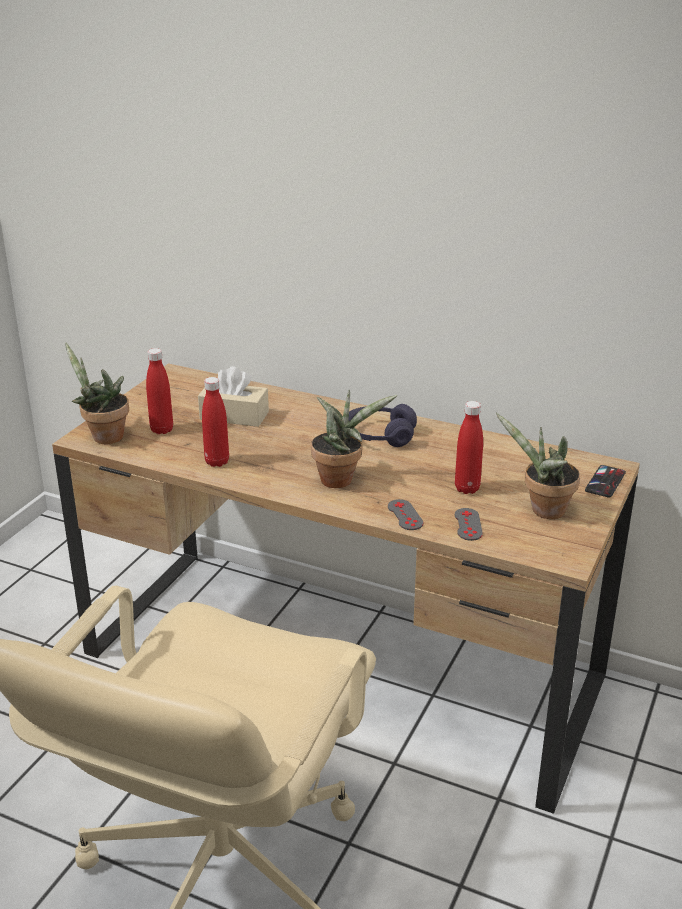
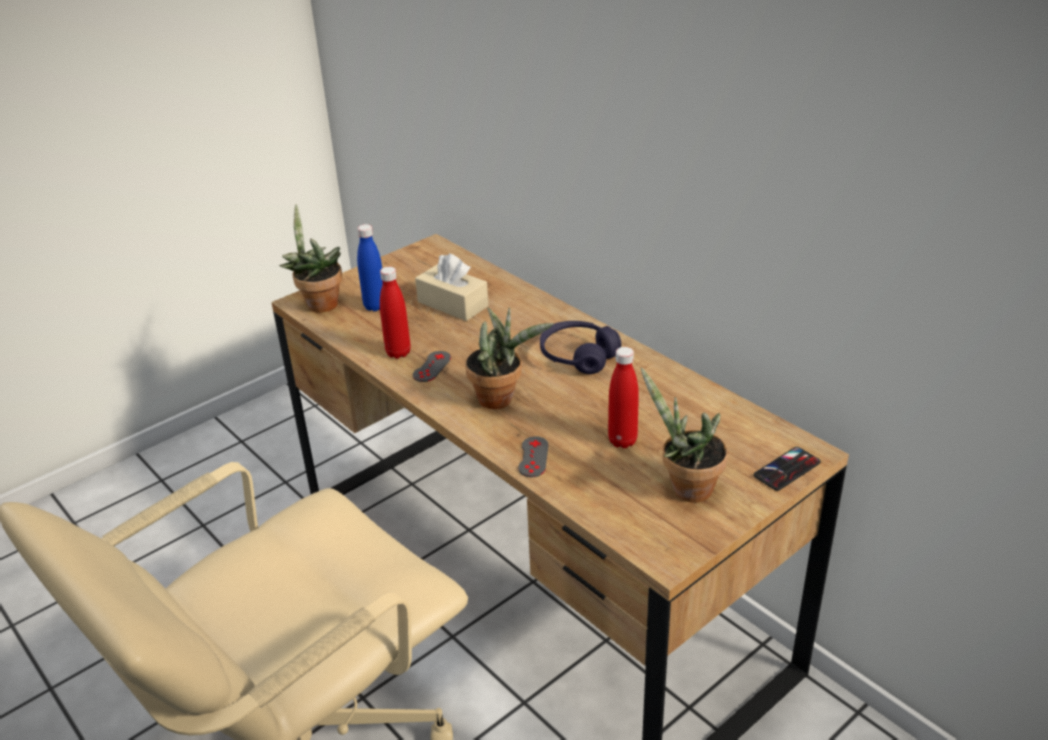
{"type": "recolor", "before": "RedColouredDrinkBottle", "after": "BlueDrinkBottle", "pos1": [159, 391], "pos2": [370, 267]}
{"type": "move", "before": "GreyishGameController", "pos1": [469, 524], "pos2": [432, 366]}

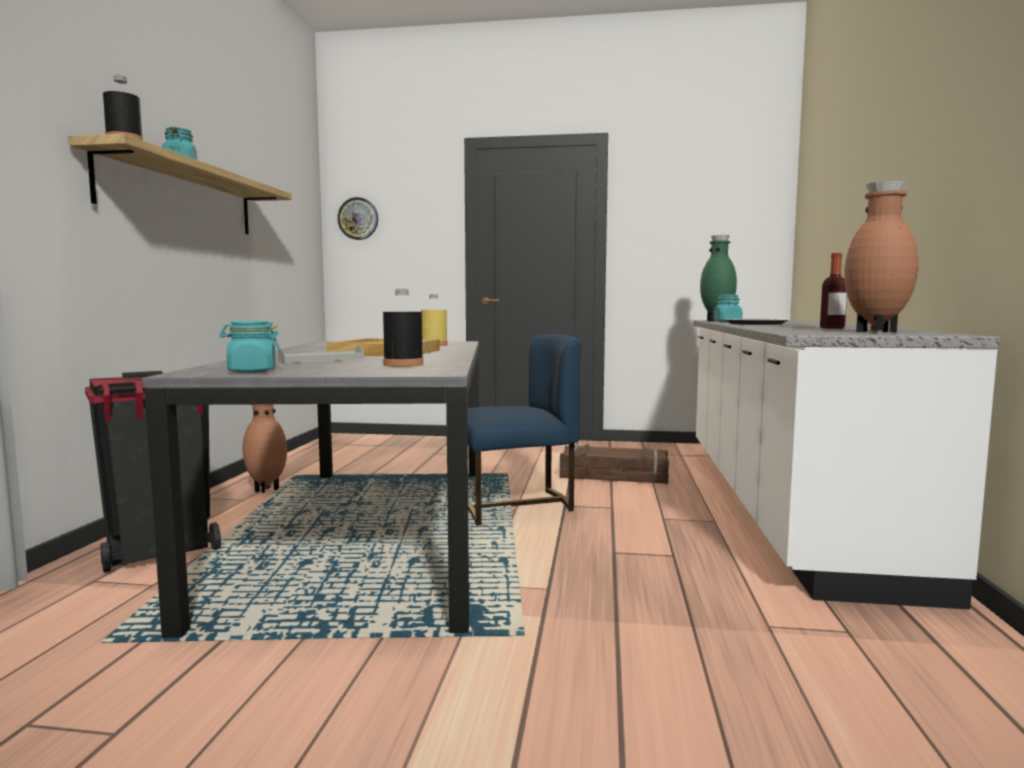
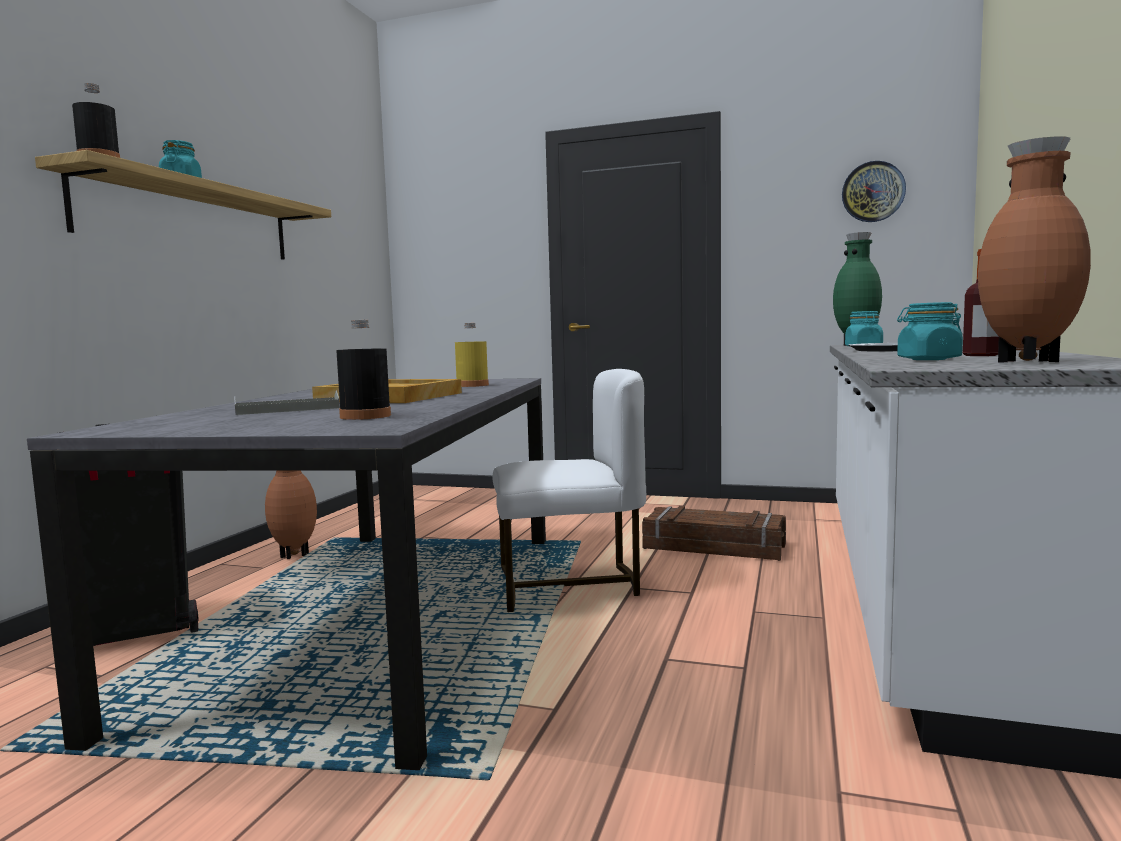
{"type": "recolor", "before": "BluePlainChair", "after": "WhitePlainChair", "pos1": [524, 430], "pos2": [569, 490]}
{"type": "move", "before": "HangingClock", "pos1": [357, 218], "pos2": [874, 191]}
{"type": "move", "before": "BlueGreenJar", "pos1": [250, 347], "pos2": [930, 331]}

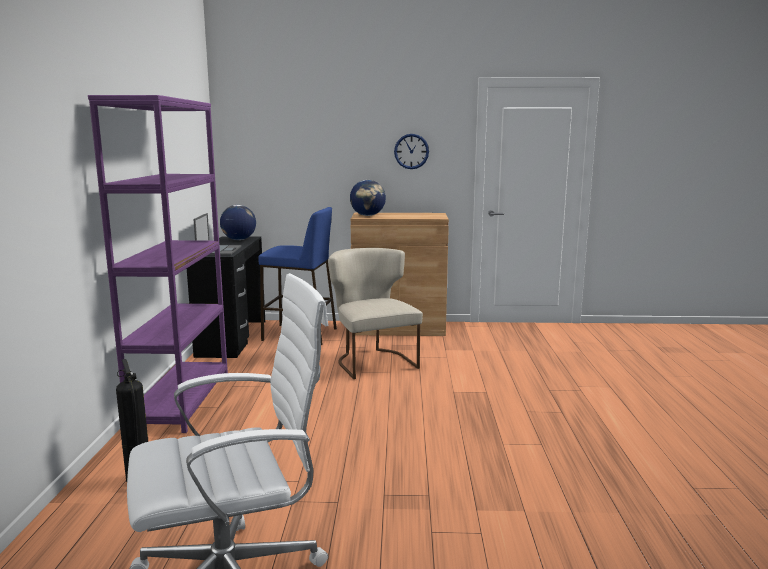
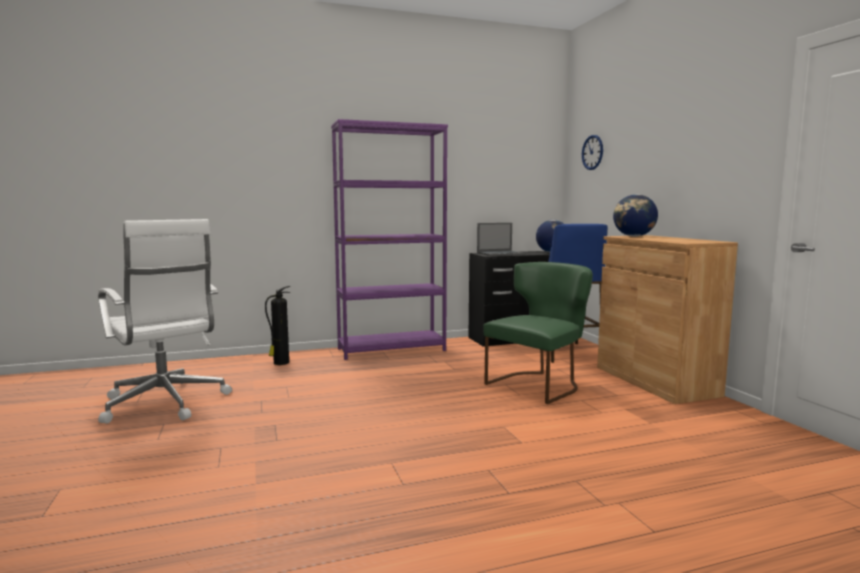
{"type": "recolor", "before": "BeigePlainChair", "after": "GreenishPlainChair", "pos1": [375, 313], "pos2": [538, 333]}
{"type": "move", "before": "HangingClock", "pos1": [411, 151], "pos2": [592, 152]}

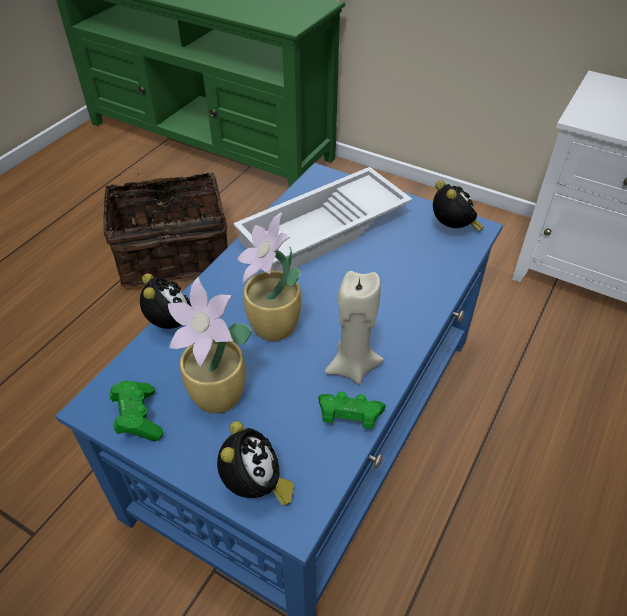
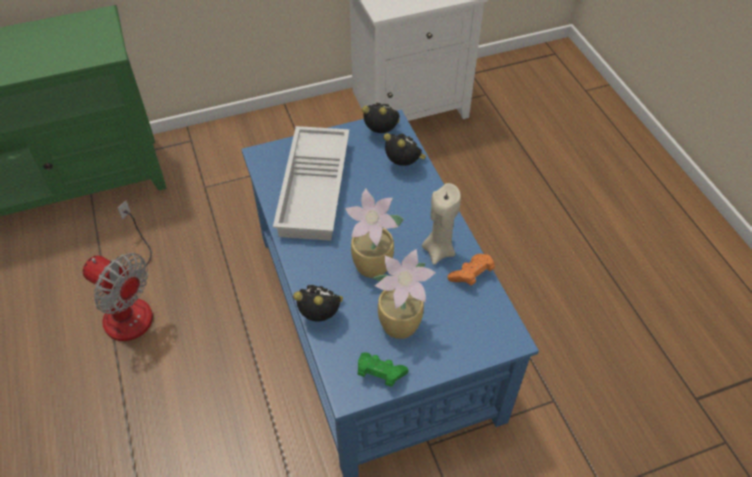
{"type": "replace", "before": "StorageBasket", "after": "ElectricFan", "pos1": [165, 230], "pos2": [118, 270]}
{"type": "move", "before": "TableClock", "pos1": [255, 463], "pos2": [404, 149]}
{"type": "recolor", "before": "GreenishGameController", "after": "OrangeGameController", "pos1": [352, 410], "pos2": [471, 270]}

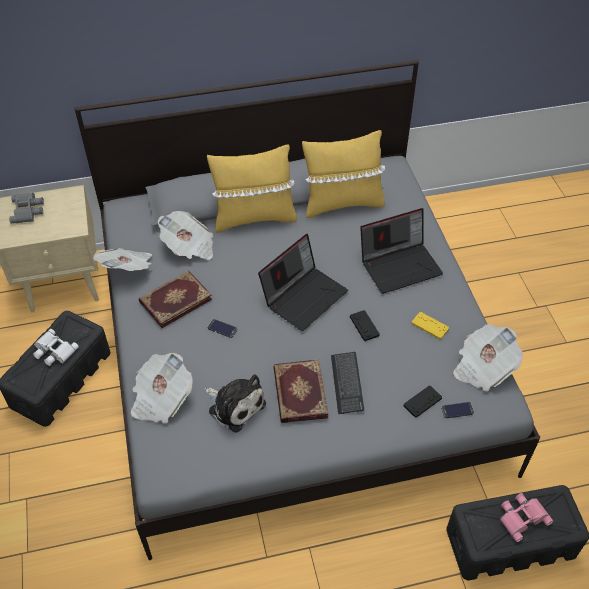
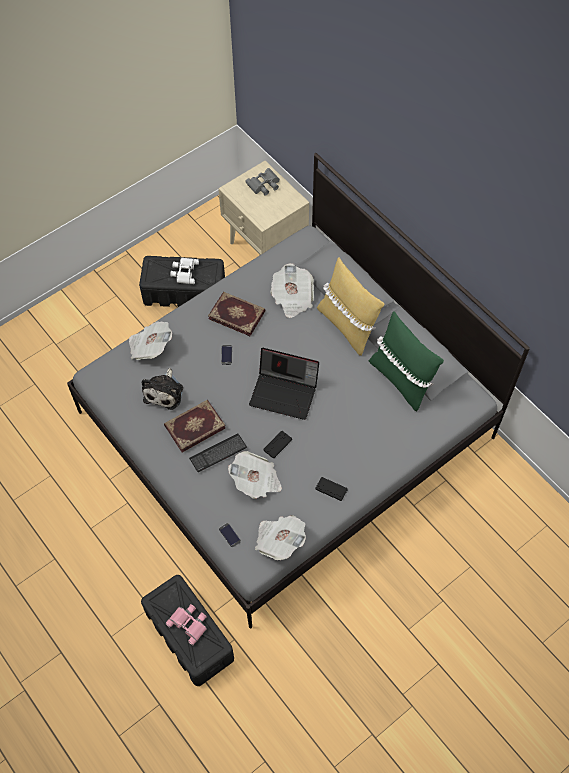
{"type": "move", "before": "DailyPaper", "pos1": [122, 259], "pos2": [255, 475]}
{"type": "move", "before": "BlackGameController", "pos1": [423, 402], "pos2": [331, 489]}
{"type": "recolor", "before": "YellowColouredCushion", "after": "GreenishCushion", "pos1": [343, 174], "pos2": [406, 361]}
{"type": "delete", "before": "PortableComputer", "pos1": [401, 251]}
{"type": "delete", "before": "YellowColouredGameController", "pos1": [430, 325]}

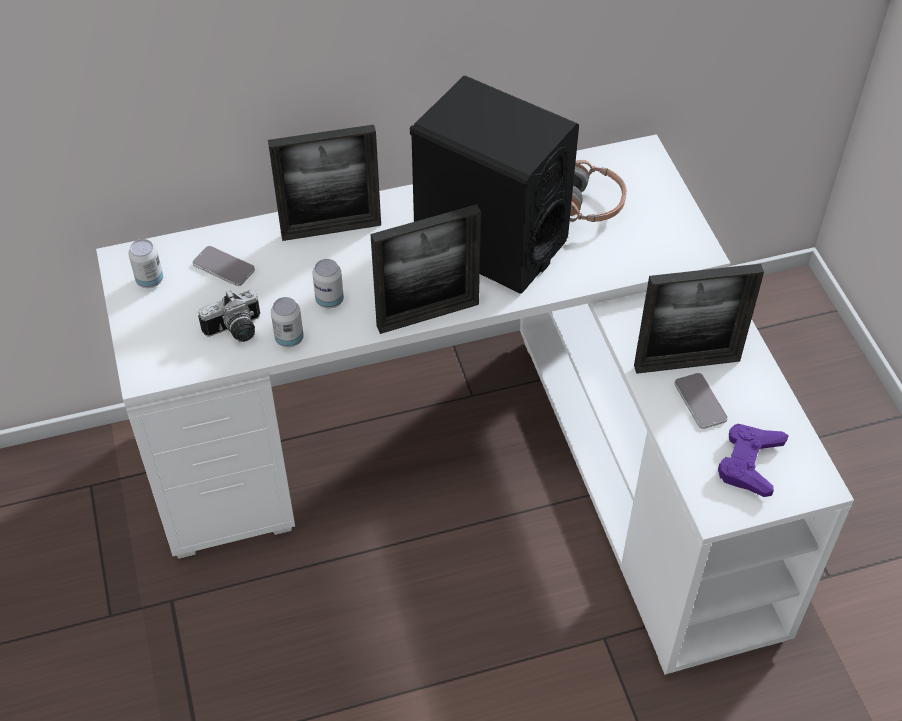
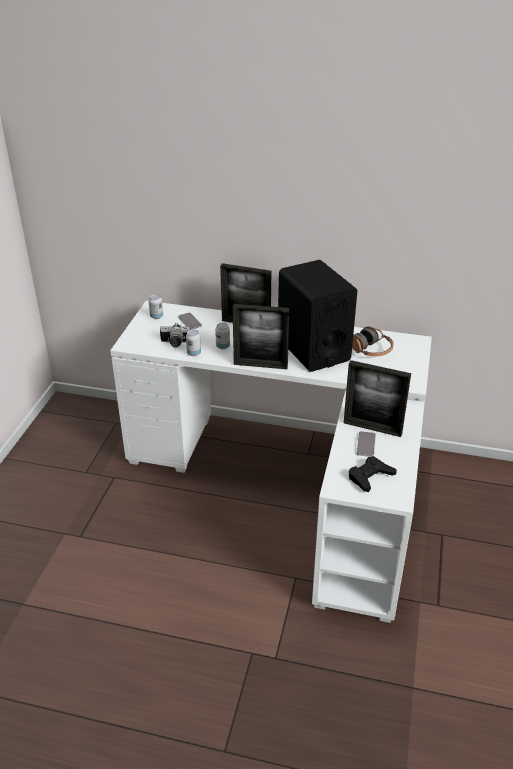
{"type": "recolor", "before": "PurplishGameController", "after": "BlackGameController", "pos1": [753, 460], "pos2": [373, 474]}

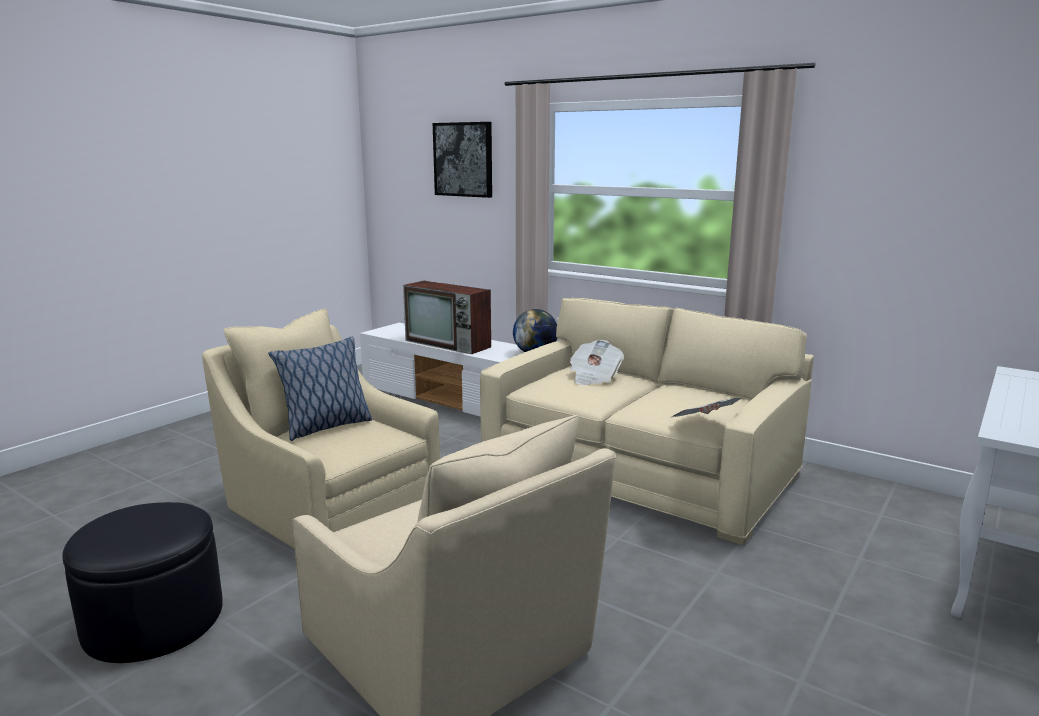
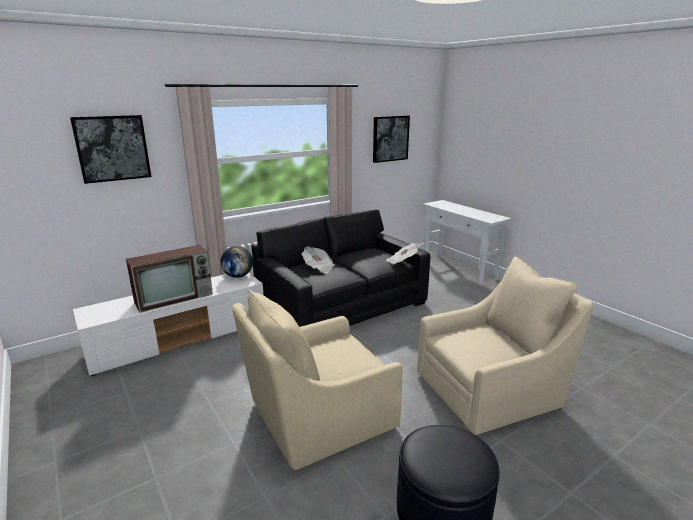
{"type": "recolor", "before": "BeigeSofa", "after": "BlackSofa", "pos1": [647, 421], "pos2": [341, 268]}
{"type": "insert", "after": "Picture", "pos2": [391, 139]}
{"type": "delete", "before": "Cushion", "pos1": [320, 388]}

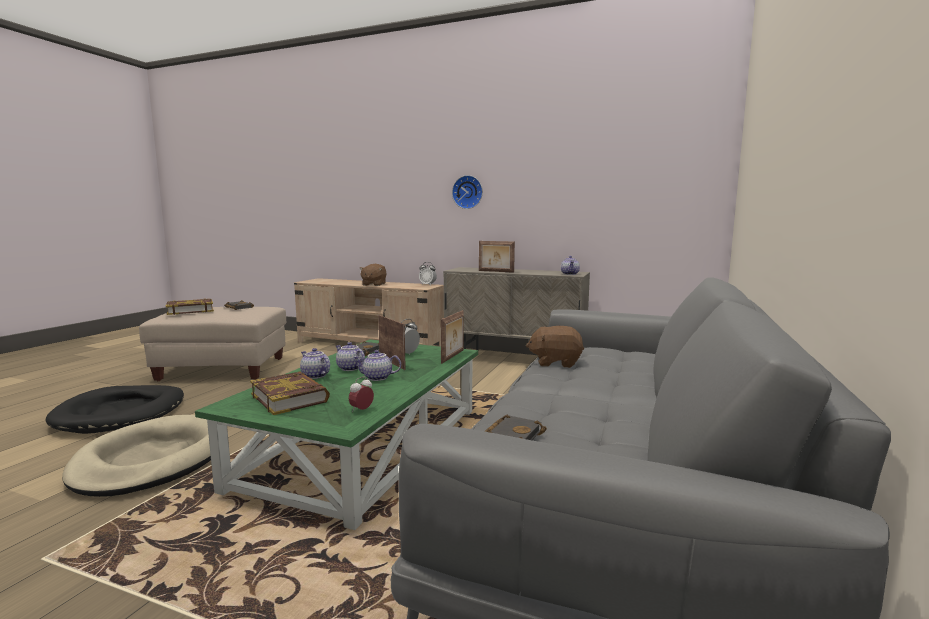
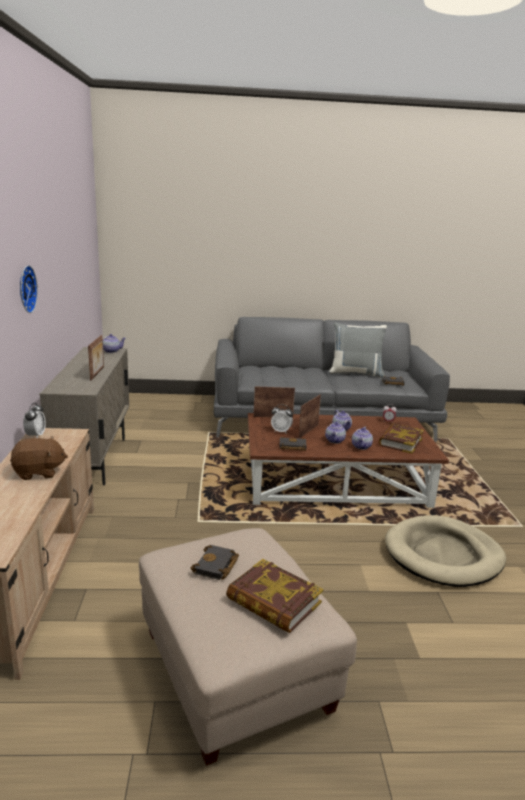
{"type": "recolor", "before": "GreenishCoffeeTable", "after": "BrownishCoffeeTable", "pos1": [336, 434], "pos2": [348, 460]}
{"type": "insert", "after": "GreyishCushion", "pos2": [358, 350]}
{"type": "delete", "before": "BlackPetBed", "pos1": [114, 409]}
{"type": "delete", "before": "BrownishCuddlyToy", "pos1": [555, 347]}

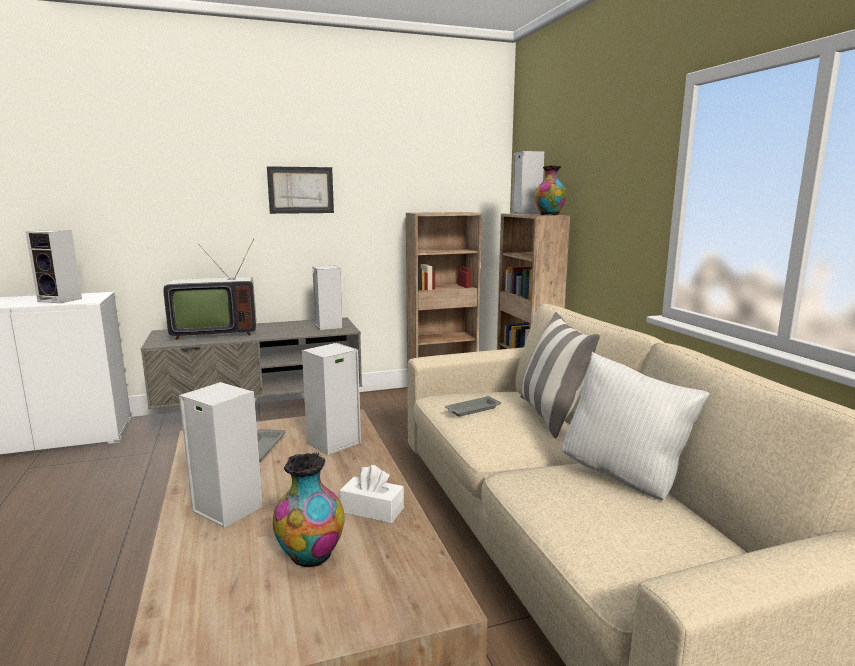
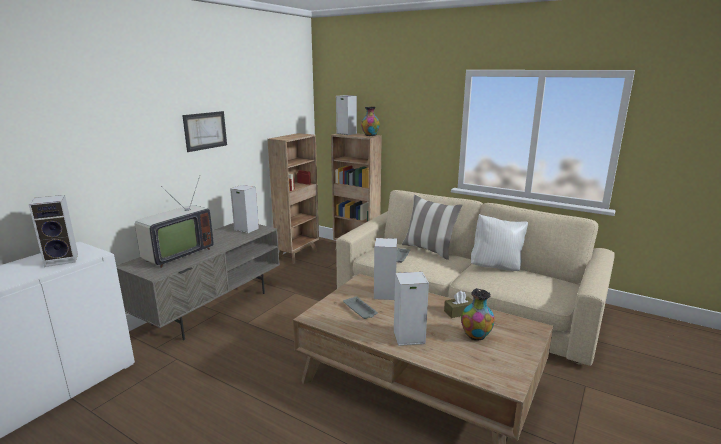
{"type": "recolor", "before": "WhiteBoxOfTissues", "after": "BrownishBoxOfTissues", "pos1": [372, 494], "pos2": [458, 304]}

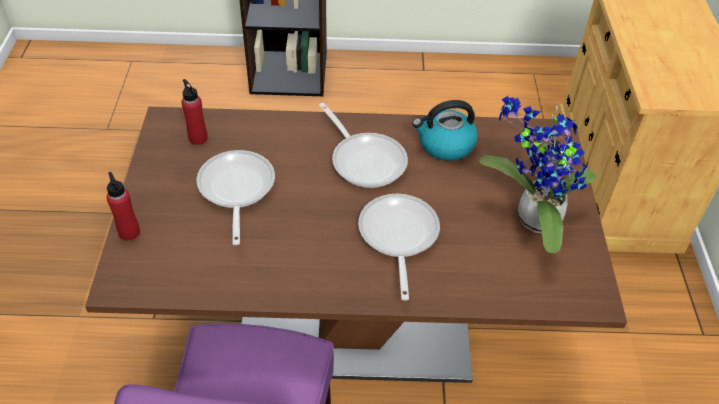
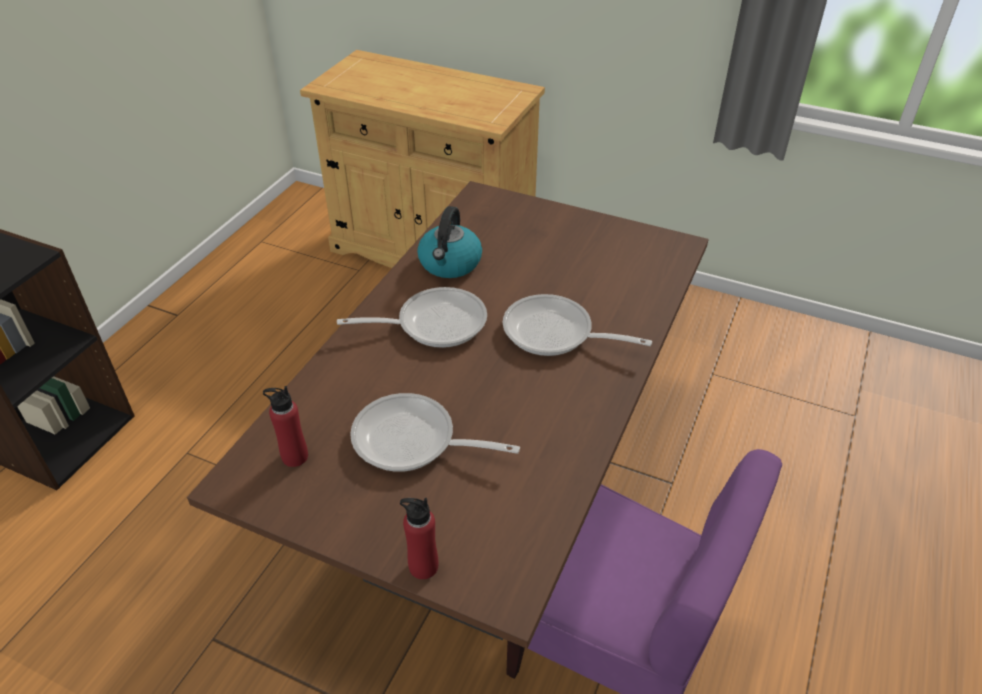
{"type": "delete", "before": "PottedPlant", "pos1": [537, 174]}

